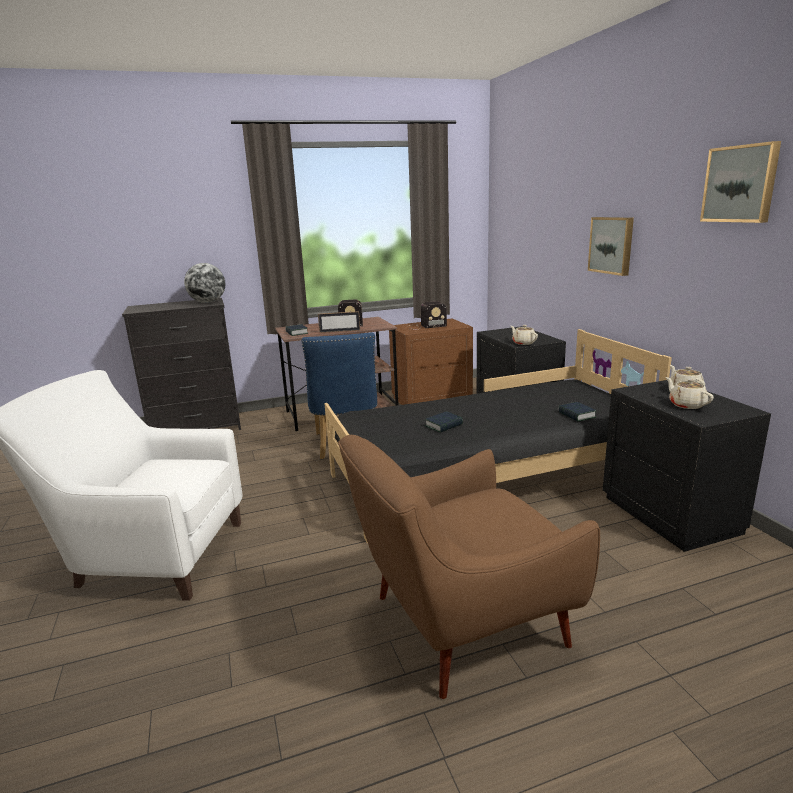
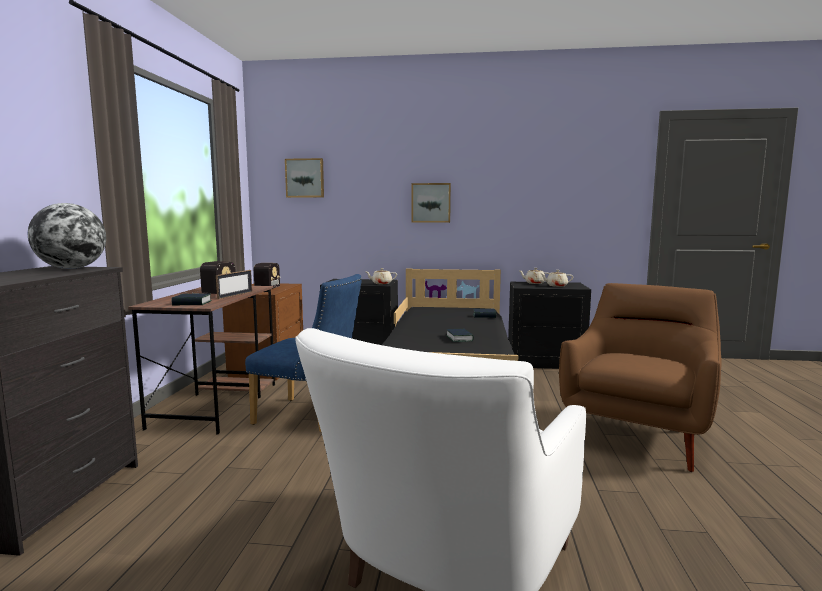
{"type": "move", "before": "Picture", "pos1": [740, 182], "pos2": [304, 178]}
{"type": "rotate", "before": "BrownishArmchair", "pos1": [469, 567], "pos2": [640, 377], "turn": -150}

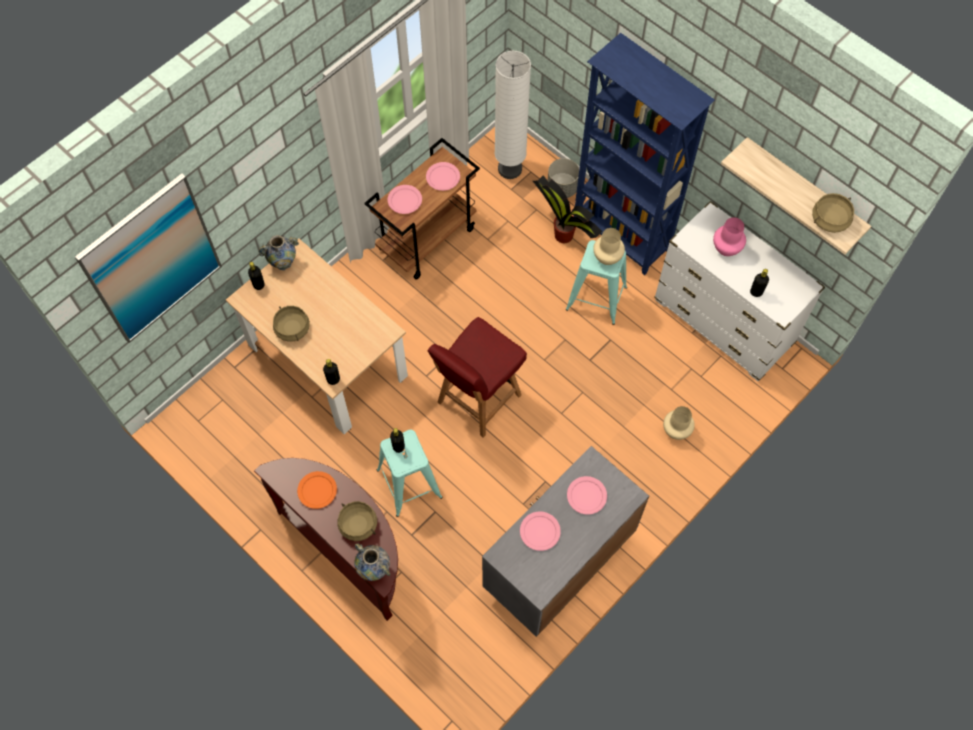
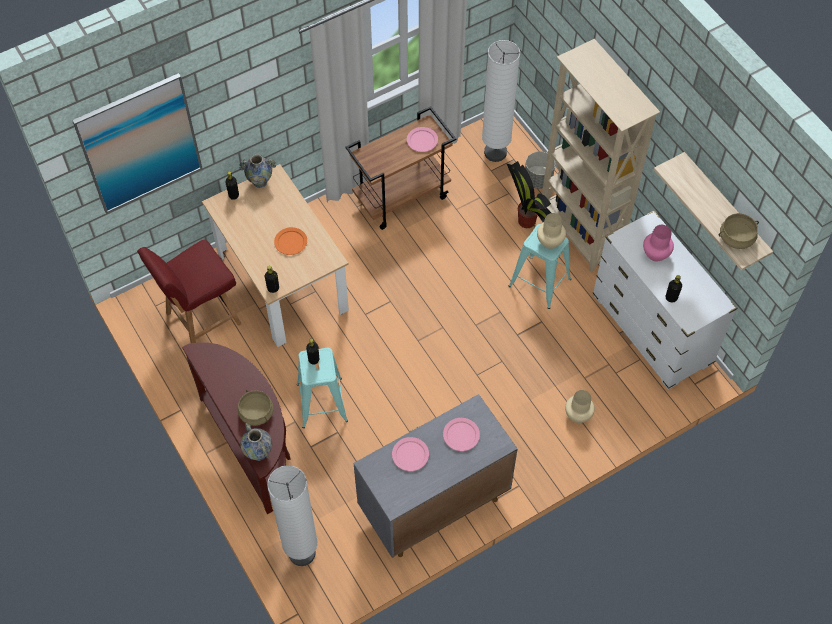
{"type": "move", "before": "RedColouredPlainChair", "pos1": [477, 377], "pos2": [189, 291]}
{"type": "insert", "after": "WhiteFloorLamp", "pos2": [292, 515]}
{"type": "move", "before": "OrangeFlatDish", "pos1": [317, 490], "pos2": [290, 241]}
{"type": "recolor", "before": "BlueBookshelf", "after": "BeigeBookshelf", "pos1": [644, 154], "pos2": [601, 155]}
{"type": "delete", "before": "BeigeStockpot", "pos1": [291, 324]}
{"type": "delete", "before": "PinkFlatDish", "pos1": [405, 199]}

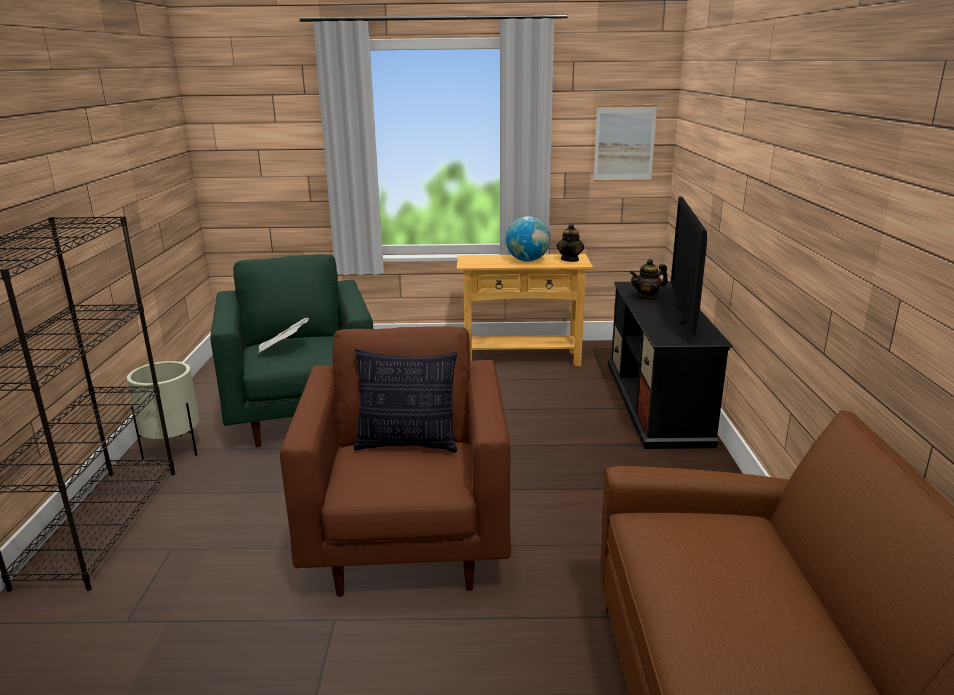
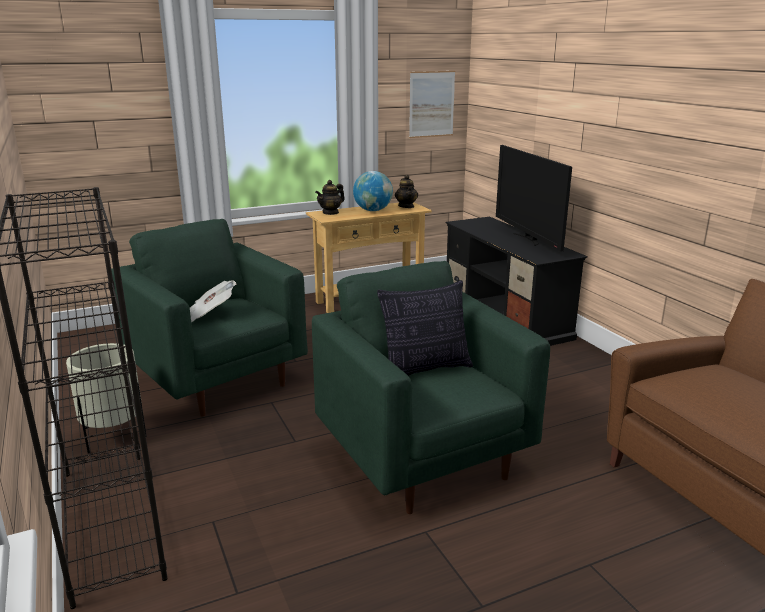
{"type": "recolor", "before": "BrownishArmchair", "after": "GreenishArmchair", "pos1": [395, 461], "pos2": [431, 387]}
{"type": "move", "before": "PotForTea", "pos1": [649, 280], "pos2": [330, 197]}

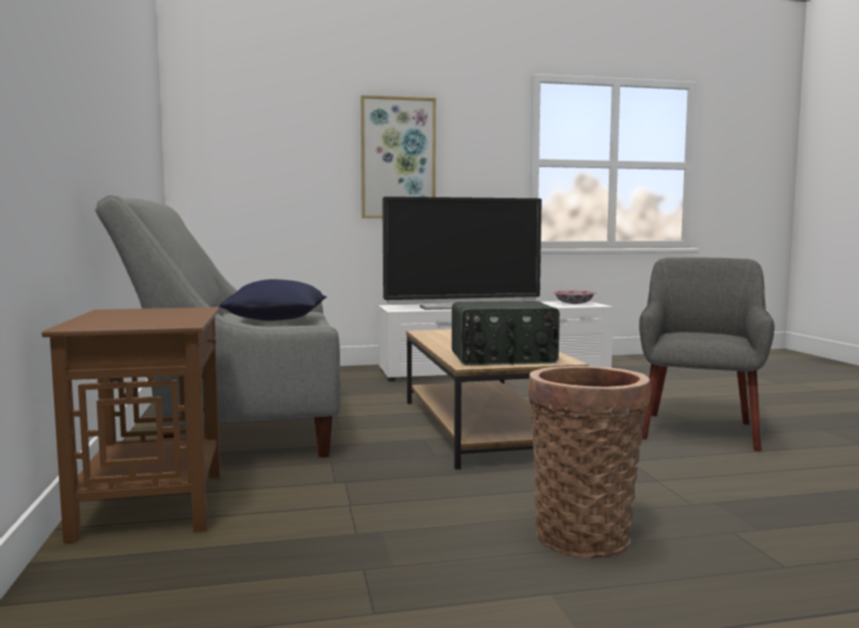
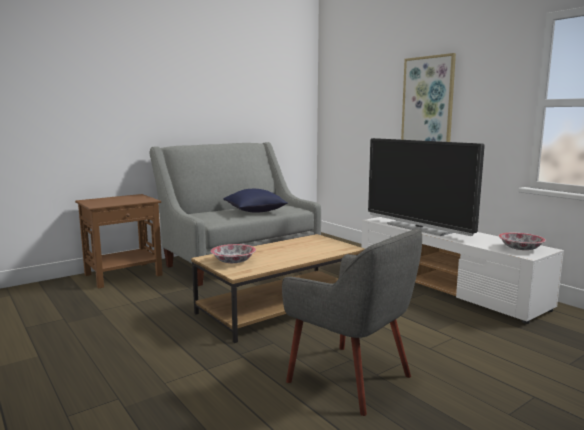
{"type": "replace", "before": "RadioReceiver", "after": "ServingBowl", "pos1": [506, 333], "pos2": [233, 253]}
{"type": "rotate", "before": "GreyishArmchair", "pos1": [706, 354], "pos2": [352, 322], "turn": 45}
{"type": "delete", "before": "StorageBasket", "pos1": [589, 462]}

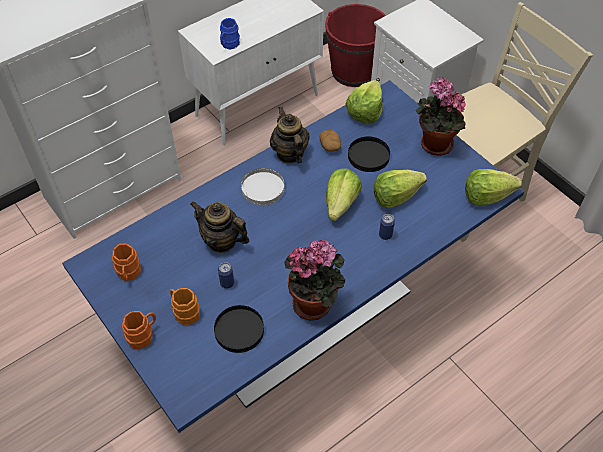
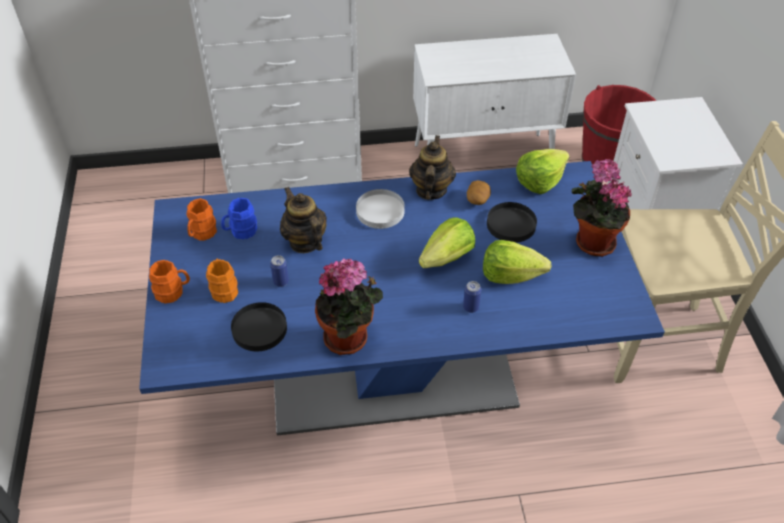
{"type": "move", "before": "BlueMug", "pos1": [230, 34], "pos2": [239, 218]}
{"type": "delete", "before": "HeadOfLettuce", "pos1": [493, 187]}

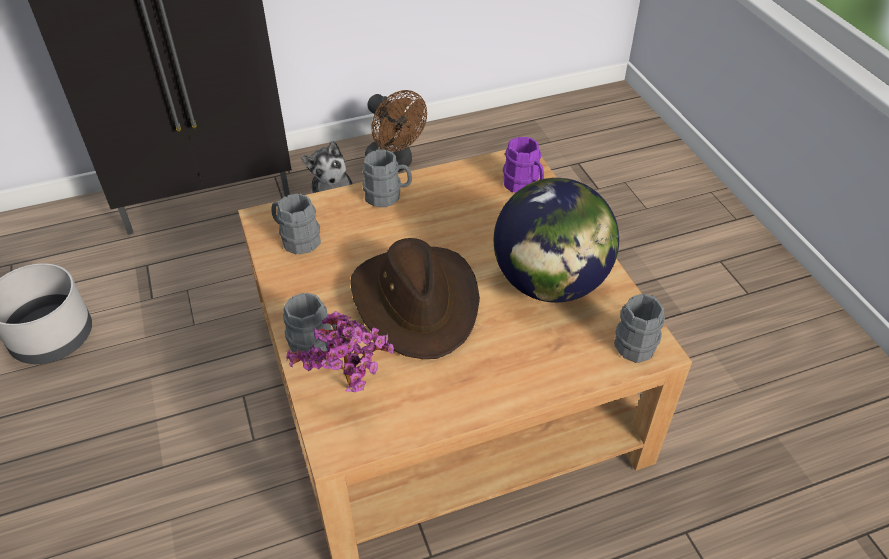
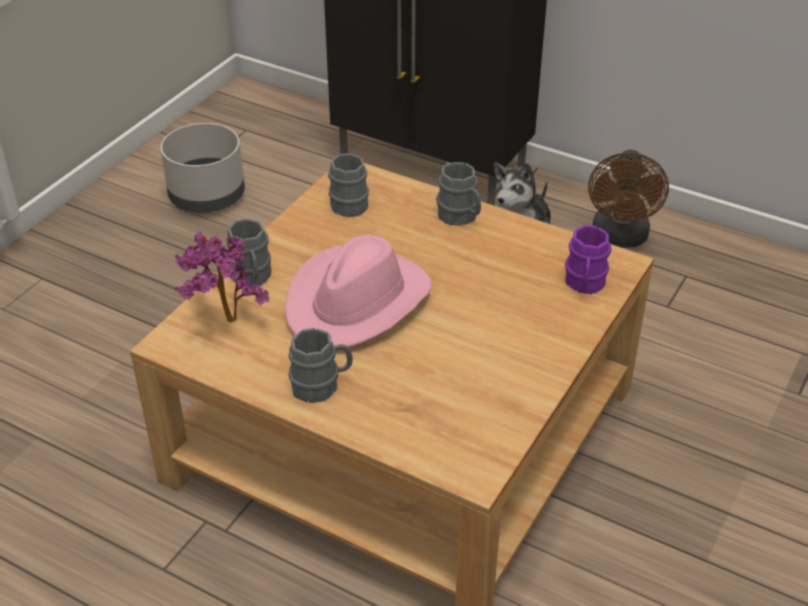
{"type": "recolor", "before": "BrownishClothingHat", "after": "PinkClothingHat", "pos1": [415, 298], "pos2": [358, 291]}
{"type": "move", "before": "GreyishMug", "pos1": [639, 328], "pos2": [320, 365]}
{"type": "delete", "before": "Globe", "pos1": [556, 240]}

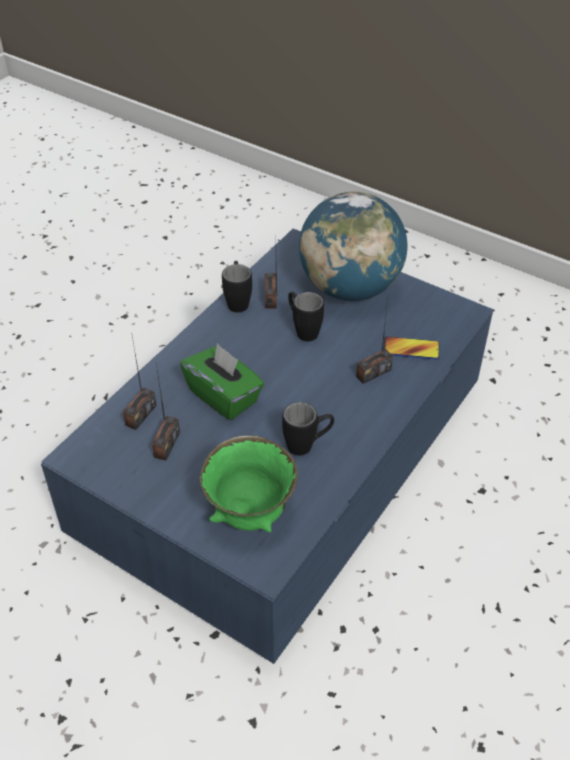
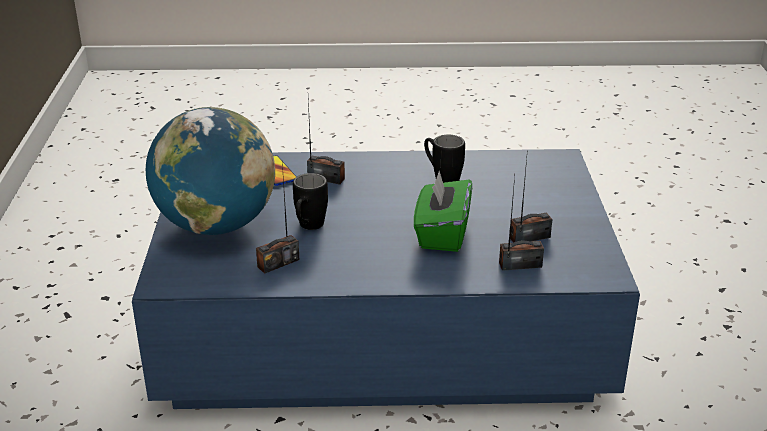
{"type": "delete", "before": "GreenishServingBowl", "pos1": [249, 484]}
{"type": "delete", "before": "BlackMug", "pos1": [237, 287]}

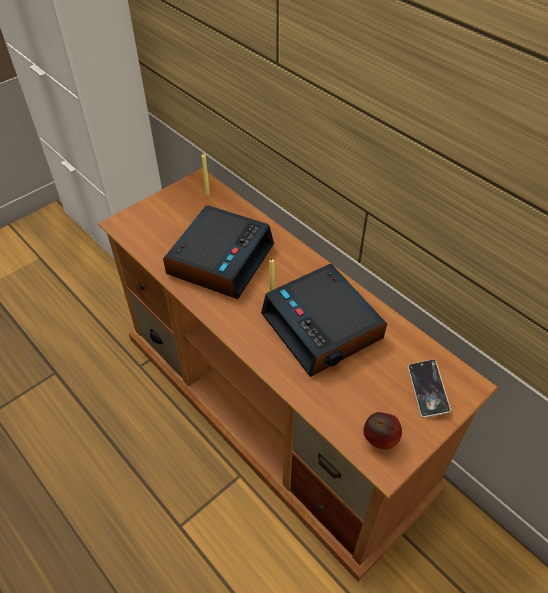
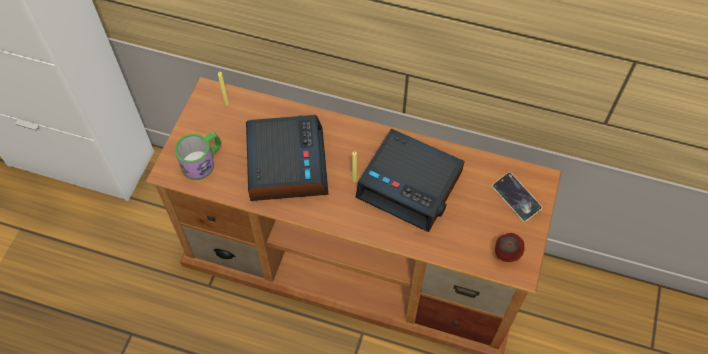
{"type": "insert", "after": "Mug", "pos2": [198, 156]}

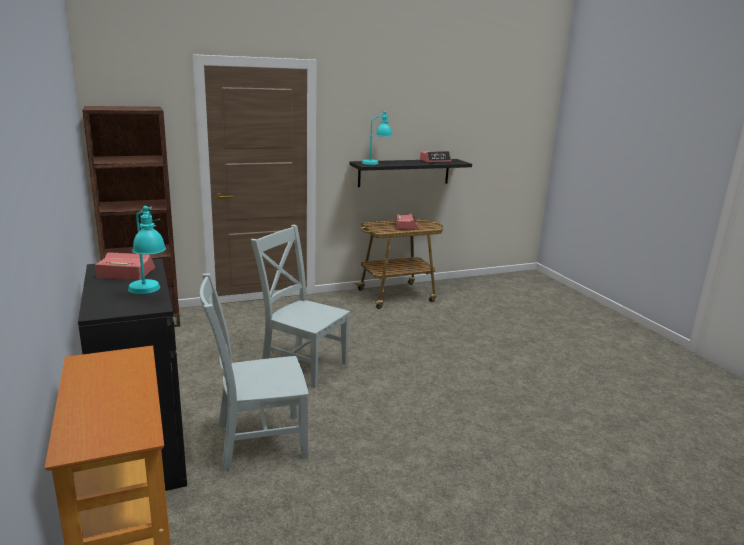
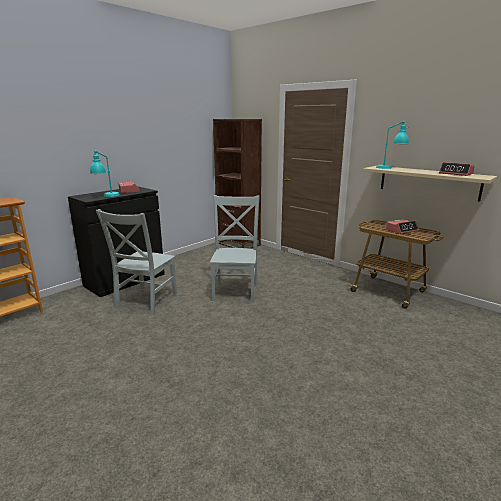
{"type": "rotate", "before": "GreyishPlainChair", "pos1": [254, 372], "pos2": [136, 261], "turn": -120}
{"type": "recolor", "before": "BlackShelf", "after": "BeigeShelf", "pos1": [410, 173], "pos2": [430, 184]}

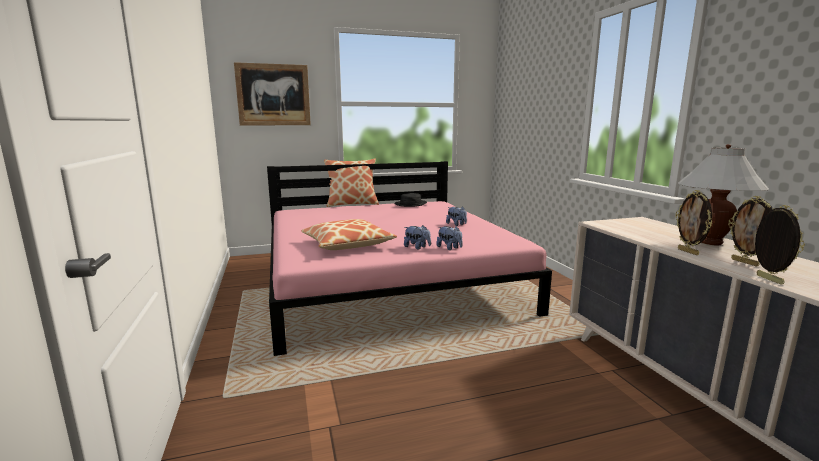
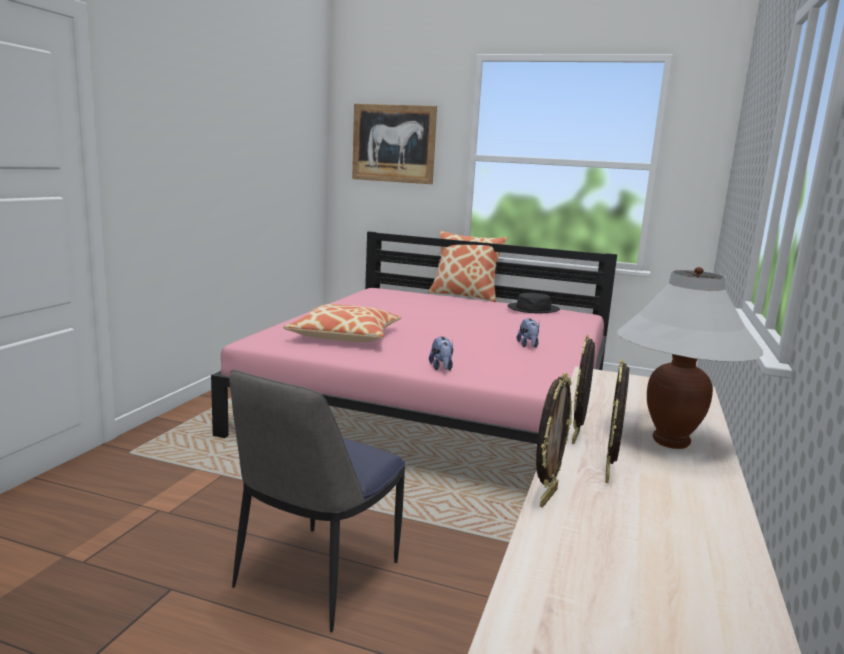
{"type": "insert", "after": "PlainChair", "pos2": [317, 501]}
{"type": "delete", "before": "CuddlyToy", "pos1": [417, 237]}

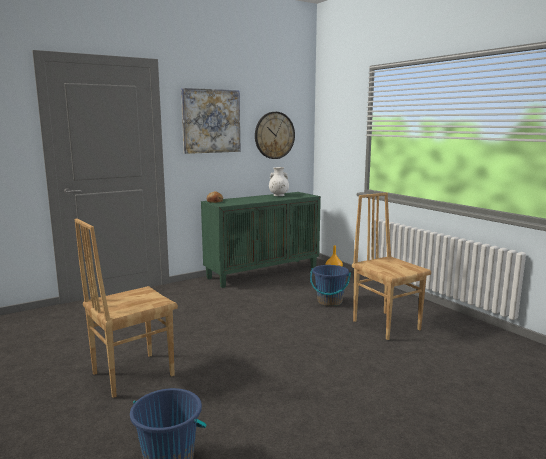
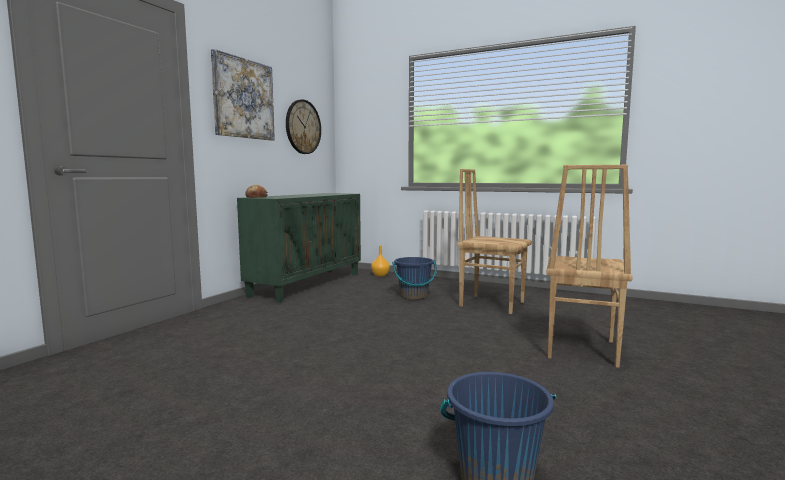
{"type": "move", "before": "BrownishPlainChair", "pos1": [126, 308], "pos2": [589, 266]}
{"type": "delete", "before": "WhiteDecorativeVase", "pos1": [279, 181]}

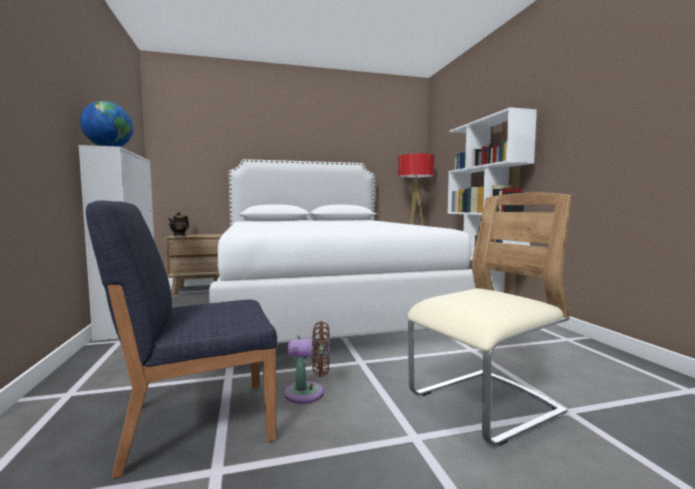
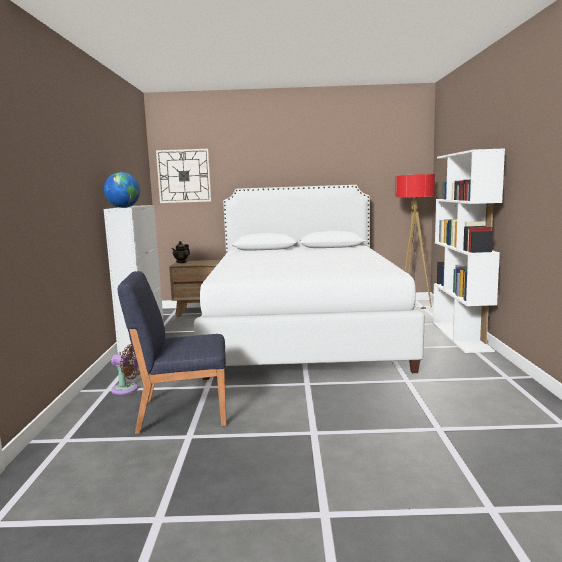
{"type": "move", "before": "BrownishElectricFan", "pos1": [307, 362], "pos2": [125, 369]}
{"type": "insert", "after": "HangingClock", "pos2": [183, 176]}
{"type": "delete", "before": "BeigePlainChair", "pos1": [489, 319]}

